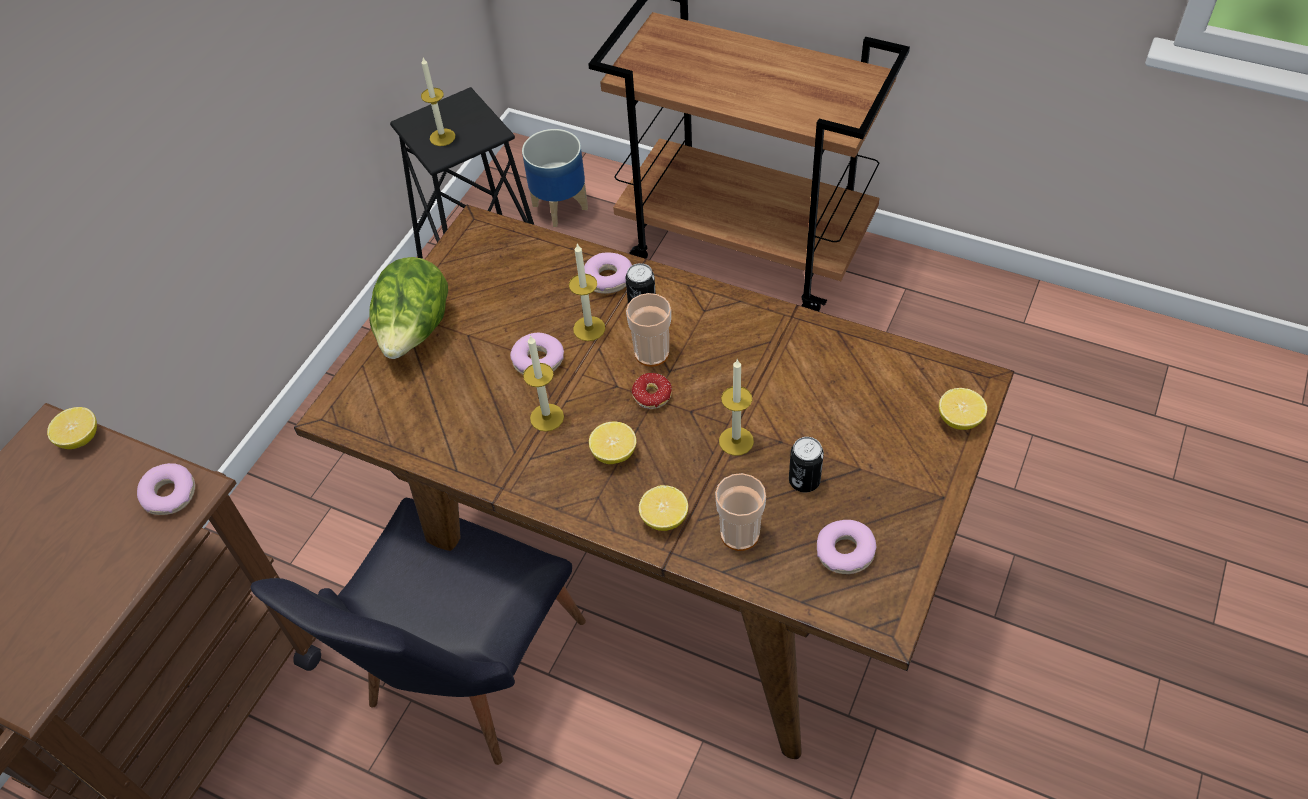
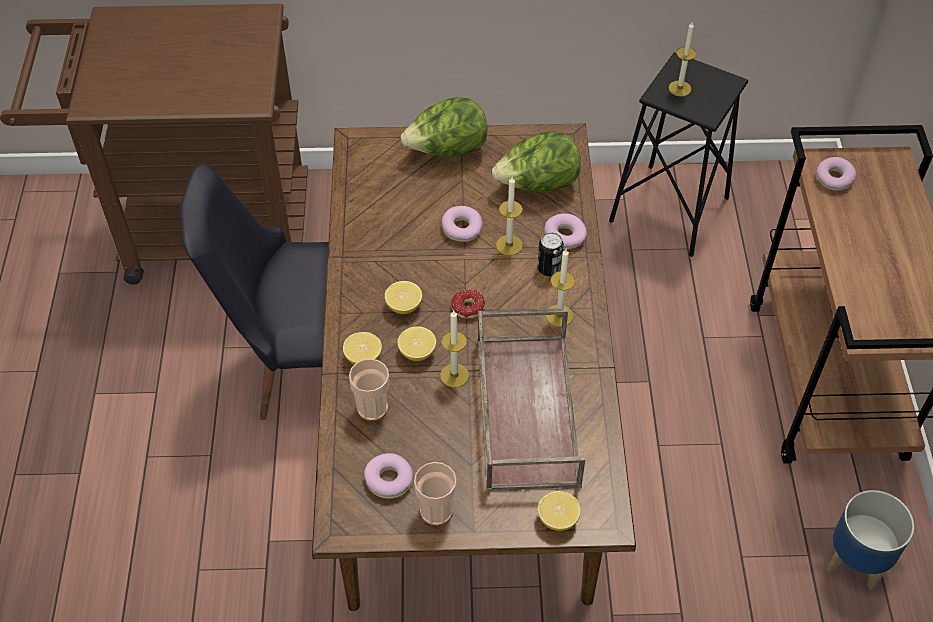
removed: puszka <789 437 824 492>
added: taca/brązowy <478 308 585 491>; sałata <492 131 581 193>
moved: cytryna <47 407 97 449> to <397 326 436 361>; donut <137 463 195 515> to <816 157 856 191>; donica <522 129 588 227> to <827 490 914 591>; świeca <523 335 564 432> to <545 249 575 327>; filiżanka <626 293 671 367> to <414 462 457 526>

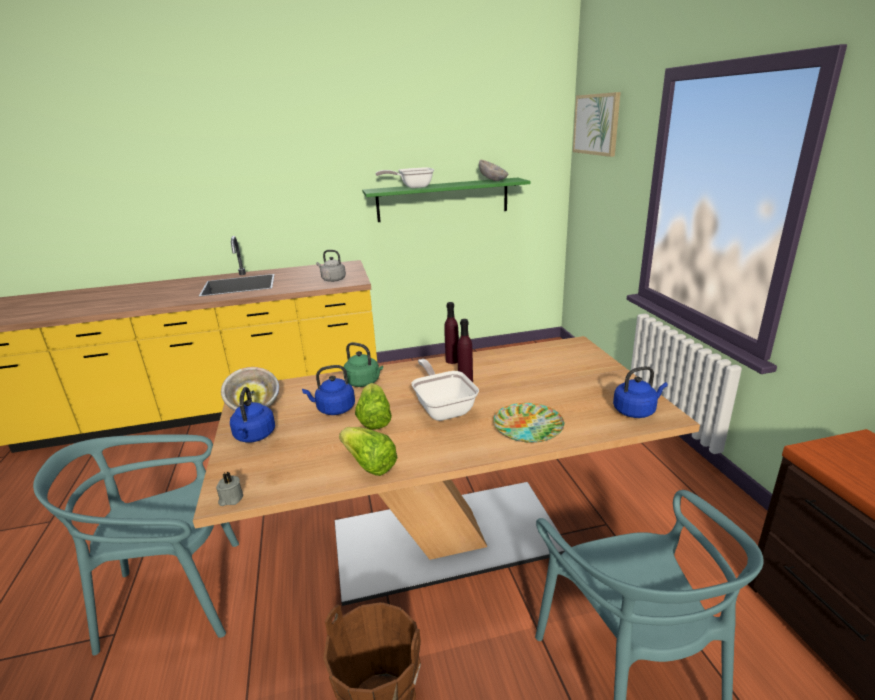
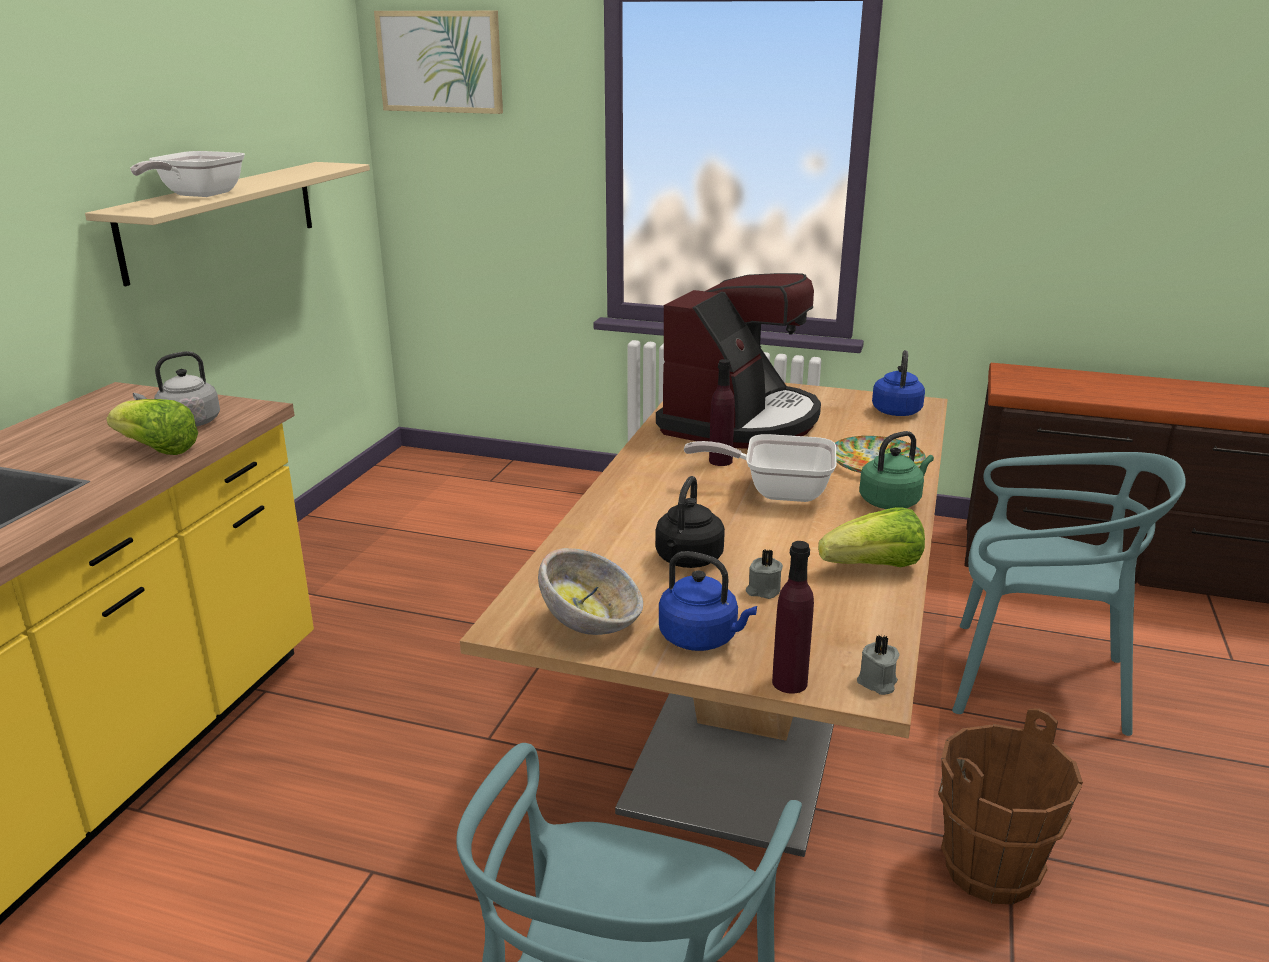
removed: miska <479 160 508 181>
added: ekspres do kawy <656 273 821 449>; świeca/szary <746 549 783 599>
moved: czajnik/zielony <343 342 383 387> to <859 431 934 509>; sałata <355 383 392 430> to <106 399 198 455>; butelka/fioletowy <444 302 459 364> to <772 541 814 694>
recoloured: czajnik/niebieski <302 365 355 415> to czajnik/czarny <655 476 725 568>; półka/zielony <362 178 531 222> to półka/beżowy <85 162 370 286>

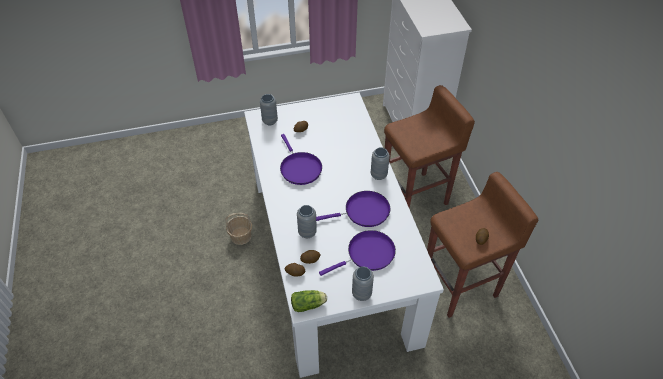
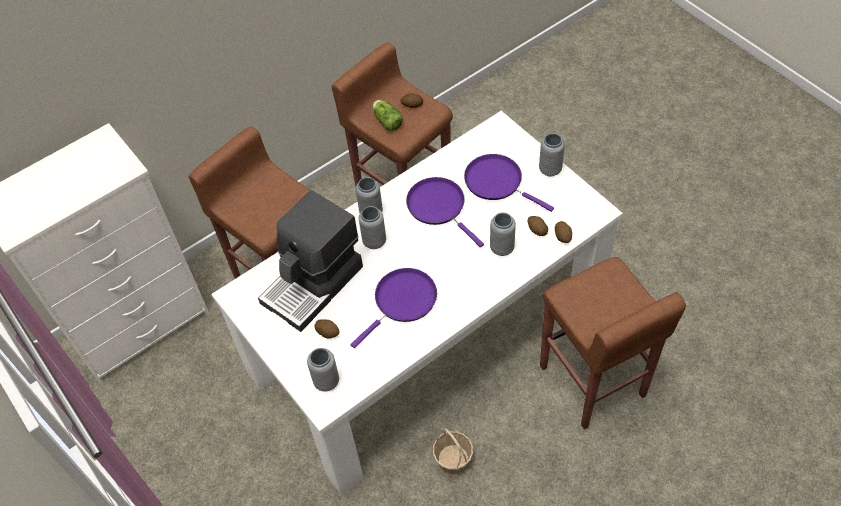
added: ekspres do kawy <258 190 363 332>; wazon/szary <359 206 386 249>; stołek/brązowy <540 257 686 430>
moved: sałata <291 290 327 312> to <373 100 403 131>

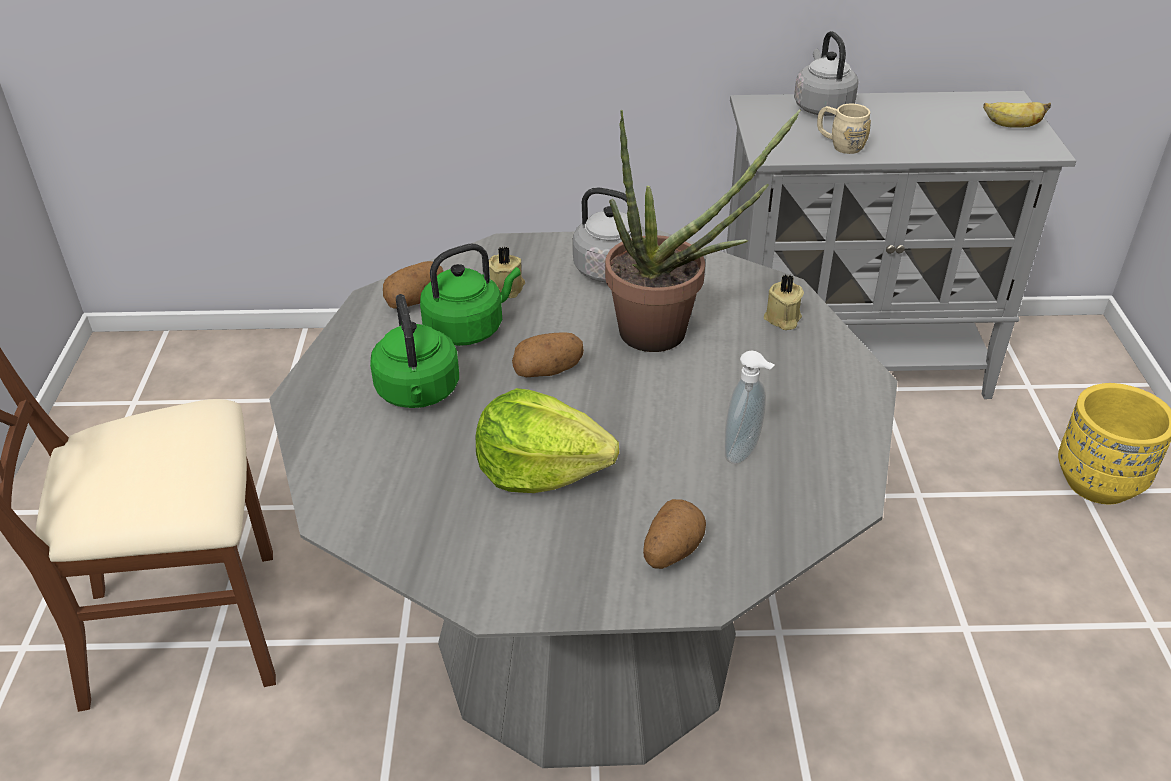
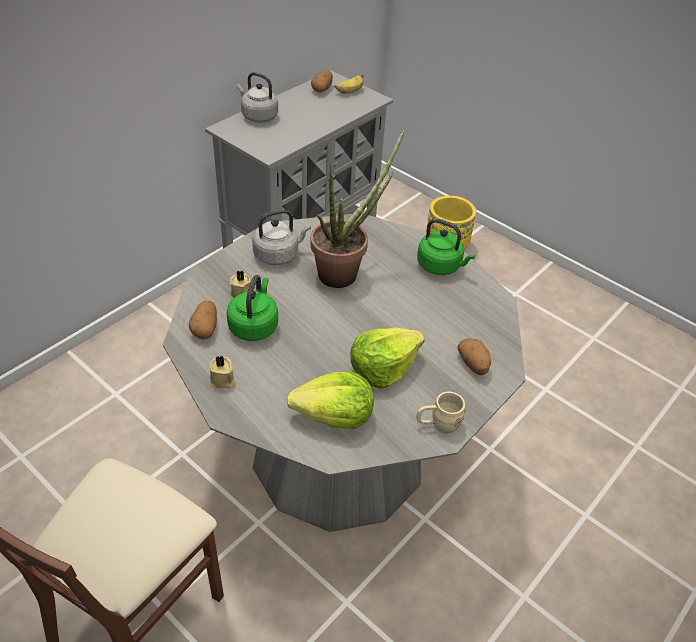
removed: dozownik mydła <725 351 775 464>
added: sałata <287 371 374 429>
moved: czajnik/zielony <370 294 459 408> to <417 218 476 275>; ziemniak <512 332 584 377> to <311 70 333 92>; świeca/beżowy <764 275 804 330> to <209 355 236 389>; kubek/beżowy <817 103 871 154> to <416 391 465 433>

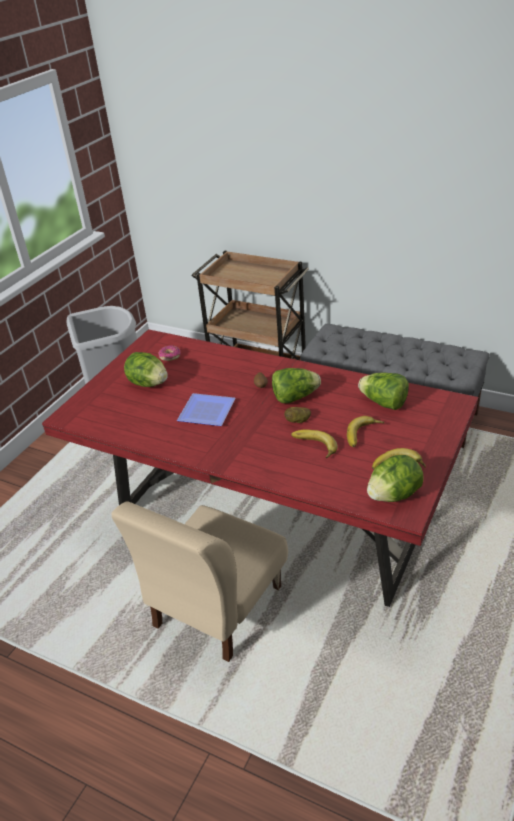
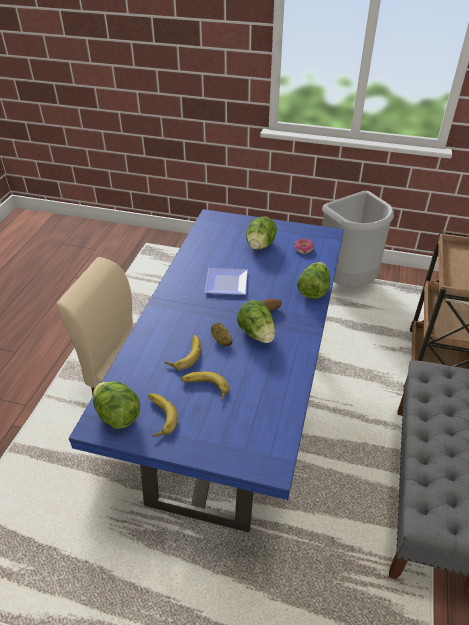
moved: sałata <358 373 409 410> to <297 262 330 299>
recoloured: stół jadalny/czerwony <42 329 478 607> to stół jadalny/niebieski <68 209 344 532>

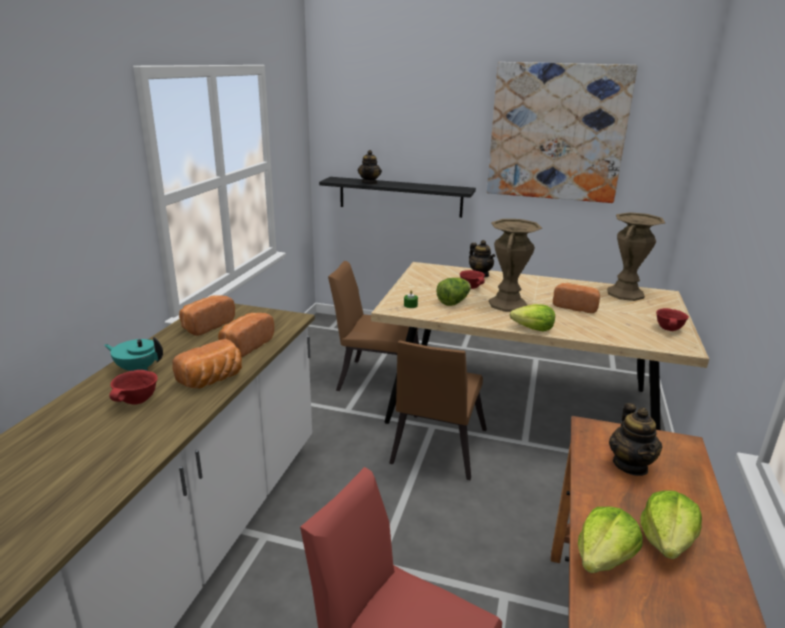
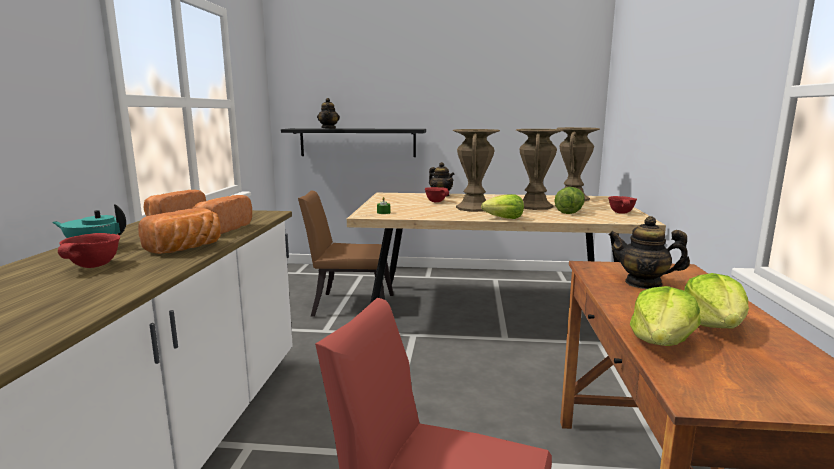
removed: krzesło/brązowy <389 340 487 480>; obraz <487 62 638 203>
moved: sałata <436 278 471 306> to <555 187 585 214>
replaced: chleb <553 283 600 313> to wazon/brązowy <516 129 563 210>
turned: imbryk <609 403 662 476> = <609 216 690 289> 120 degrees clockwise

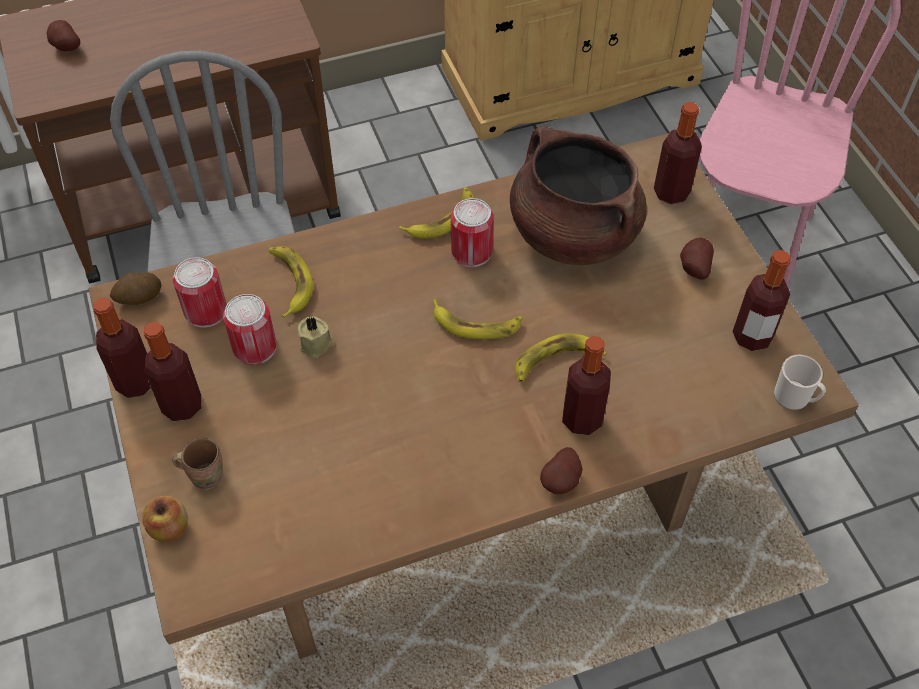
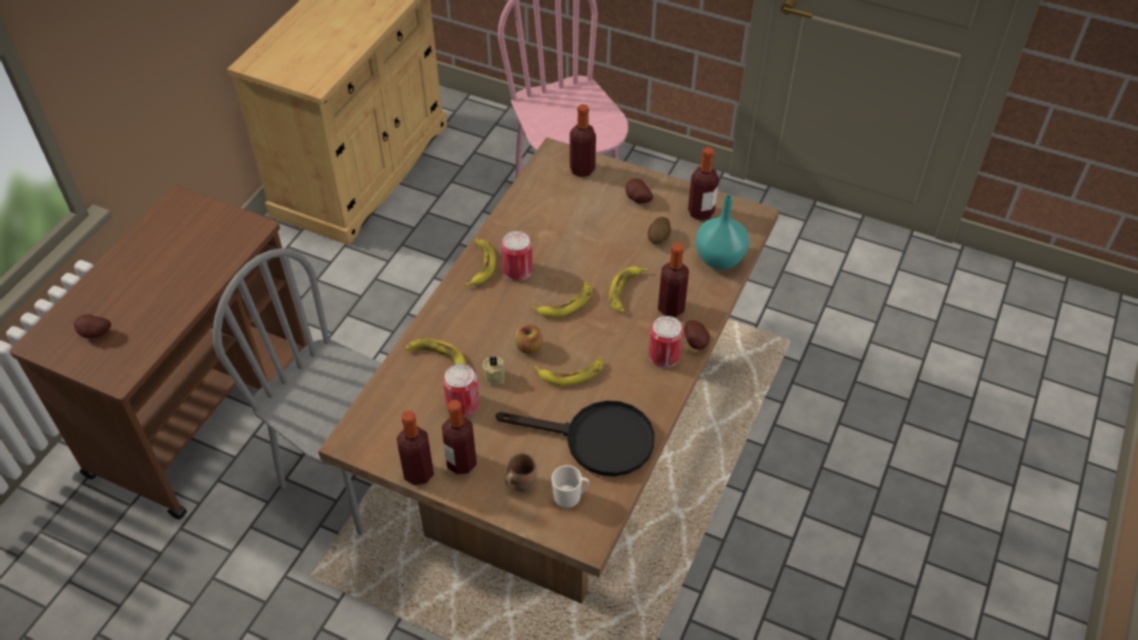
removed: garnek/brązowy <510 126 647 265>
added: patelnia/czarny <495 401 655 476>; banan <534 357 603 386>; wazon/turkusowy <696 195 749 269>
moved: ziemniak <110 272 162 305> to <648 217 671 244>; jabłko <142 496 188 542> to <515 324 543 354>; puszka <173 257 227 328> to <648 316 683 368>; kubek <774 354 826 410> to <551 465 589 508>

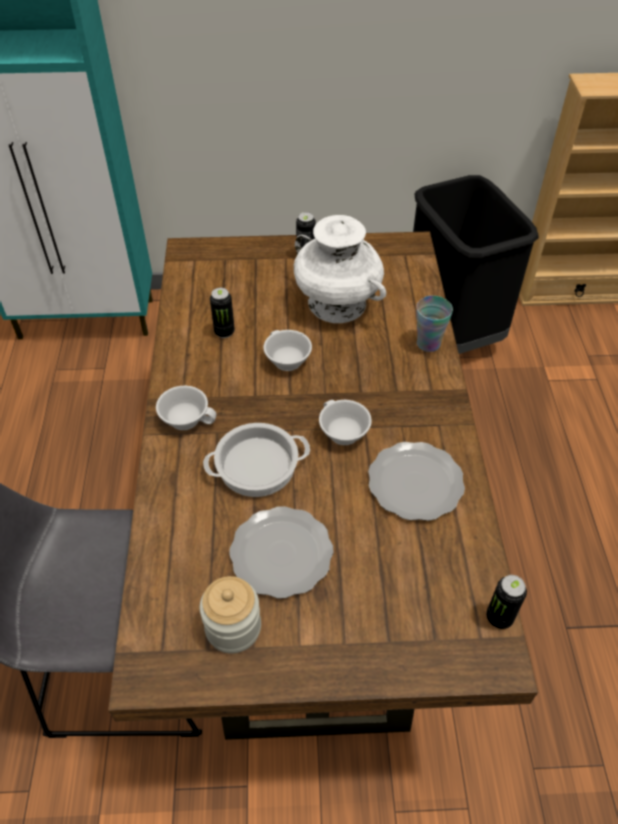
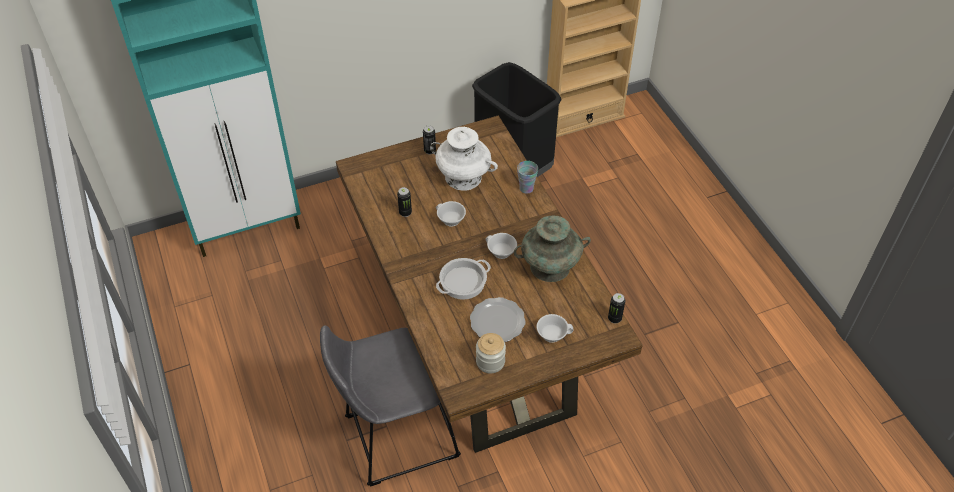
moved: filiżanka/biały <156 386 216 430> to <536 314 574 343>
replaced: talerz <368 442 465 521> to wazon/turkusowy <514 216 591 282>

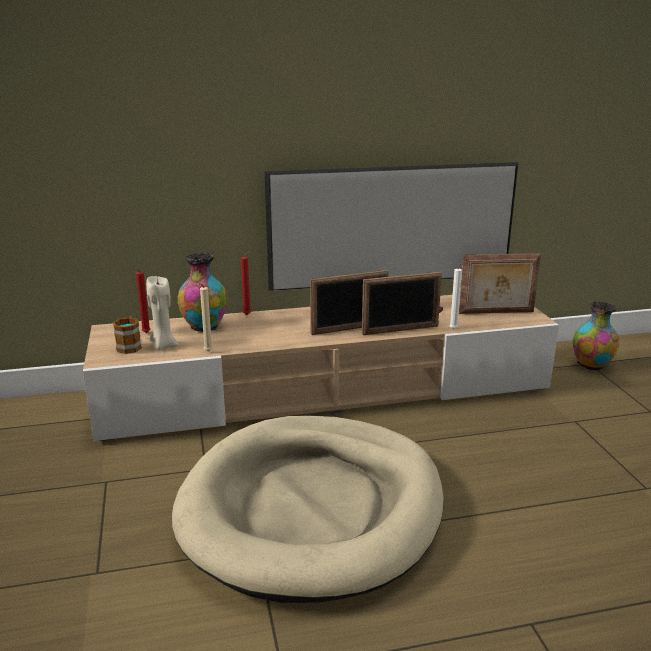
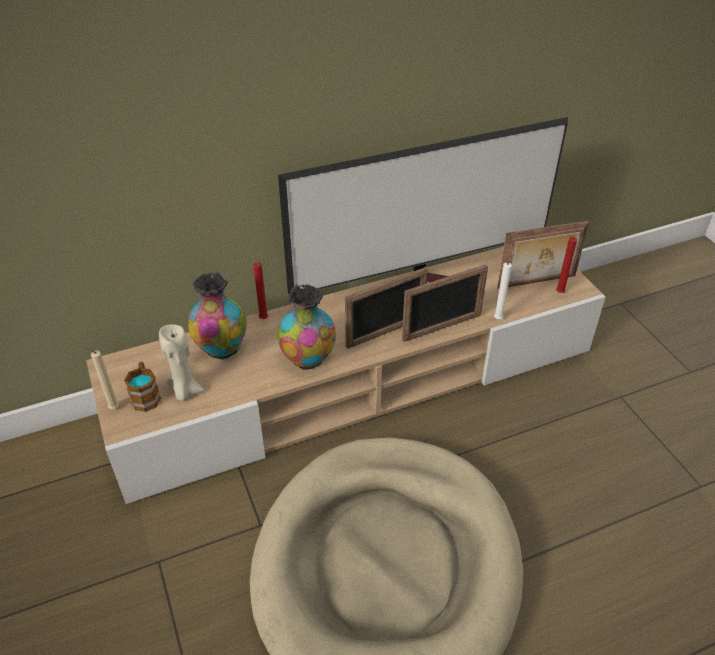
moved: świeca/czerwony <132 267 150 333> to <556 235 577 293>; świeca/beżowy <195 281 213 352> to <83 348 119 409>; wazon <573 301 619 370> to <277 285 336 370>

